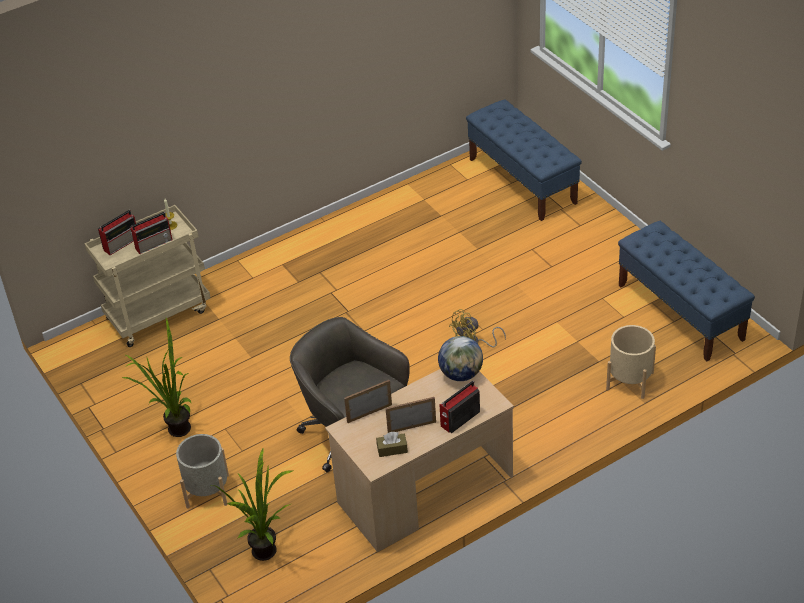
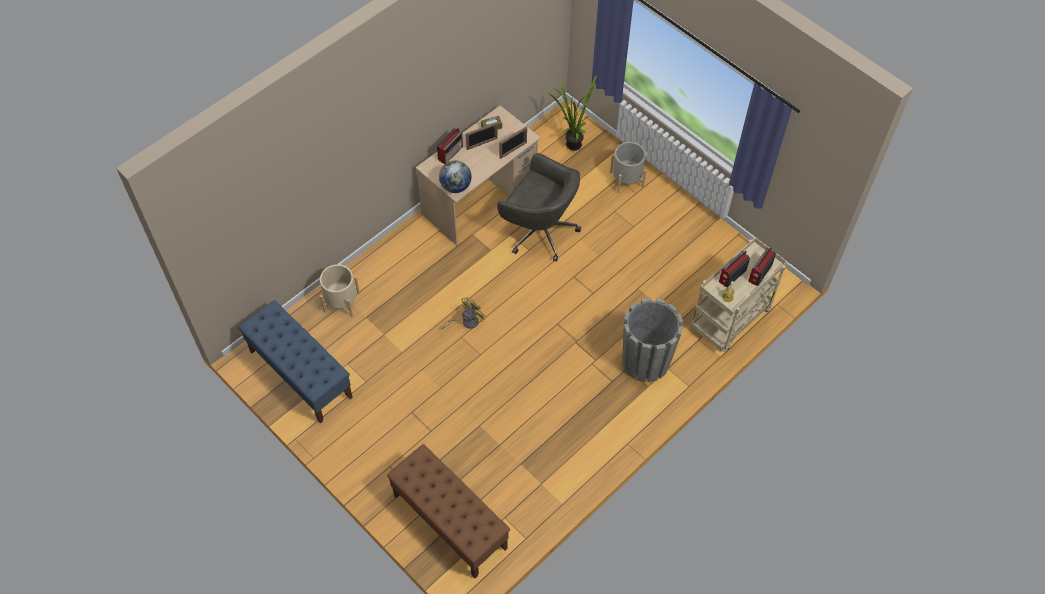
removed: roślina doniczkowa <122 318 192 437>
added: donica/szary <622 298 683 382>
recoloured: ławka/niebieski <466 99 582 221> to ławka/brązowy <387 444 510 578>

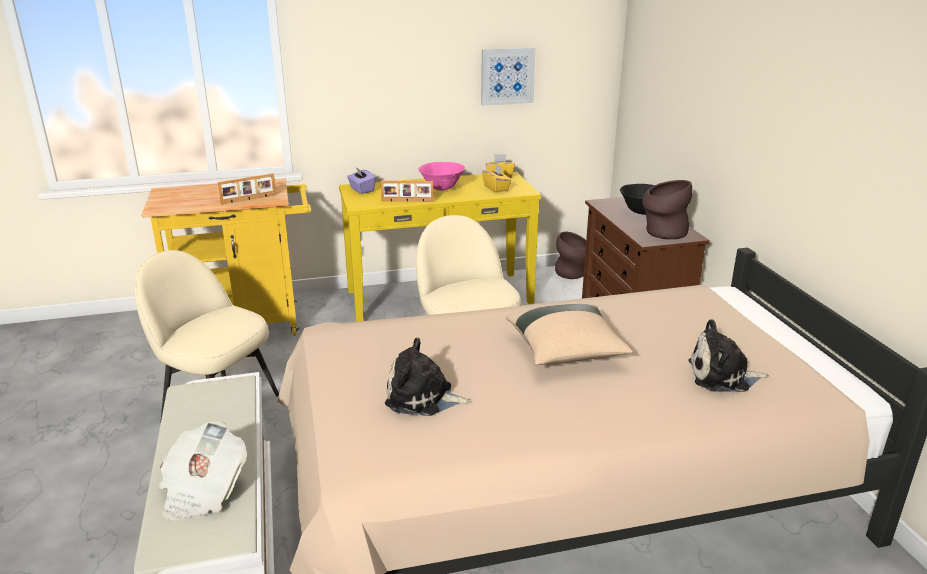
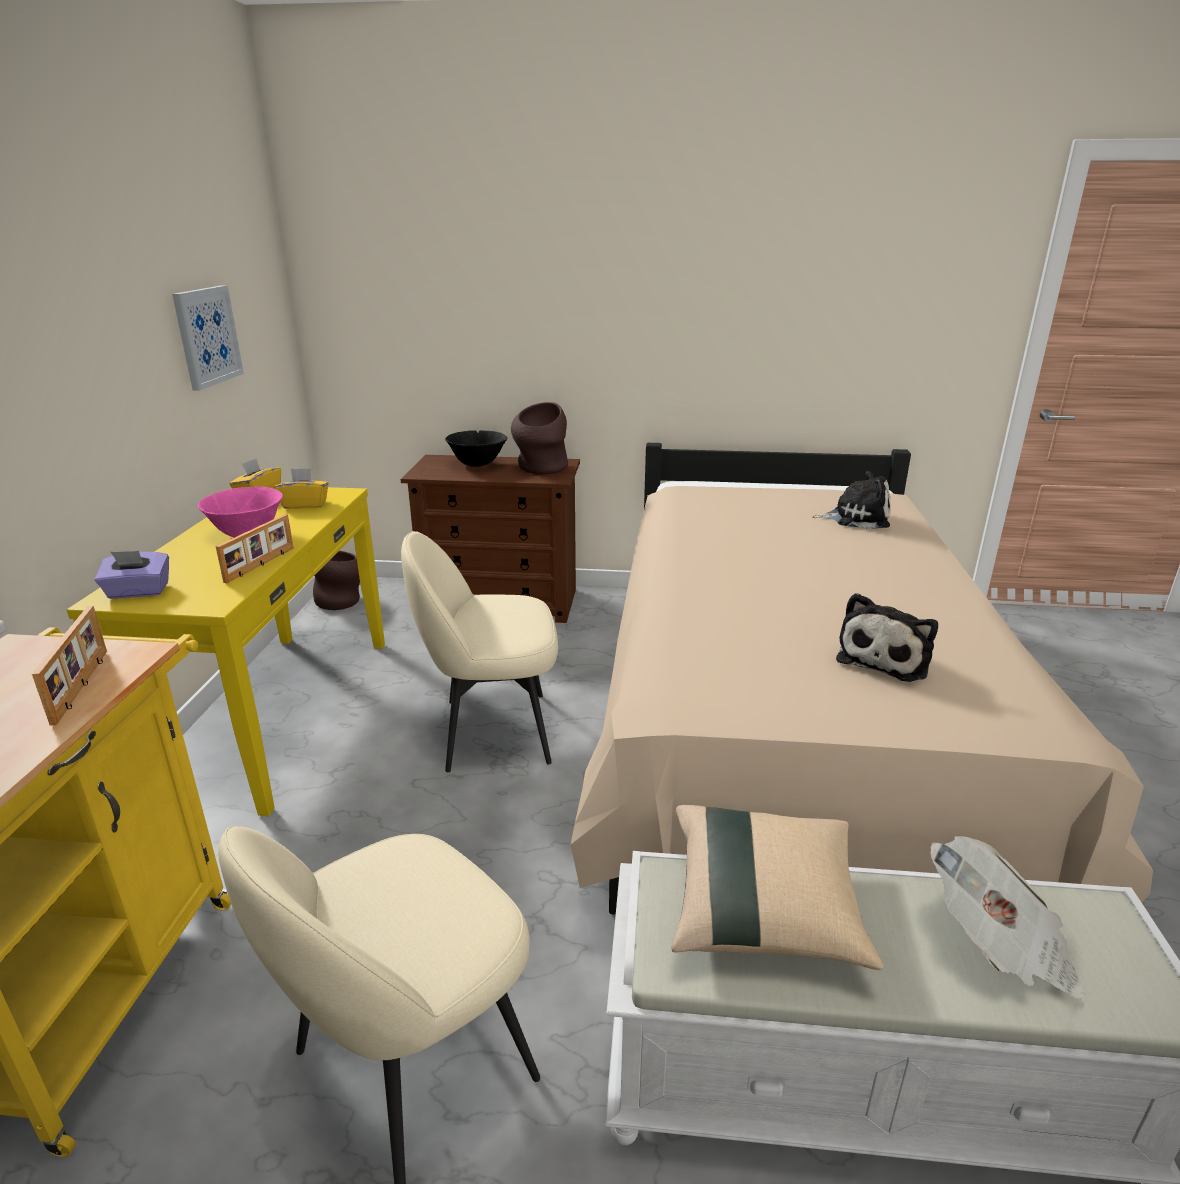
moved: poduszka/beżowy <506 304 633 365> to <671 805 883 970>
turned: pluszak <688 319 769 392> = <813 471 891 529> 105 degrees counterclockwise

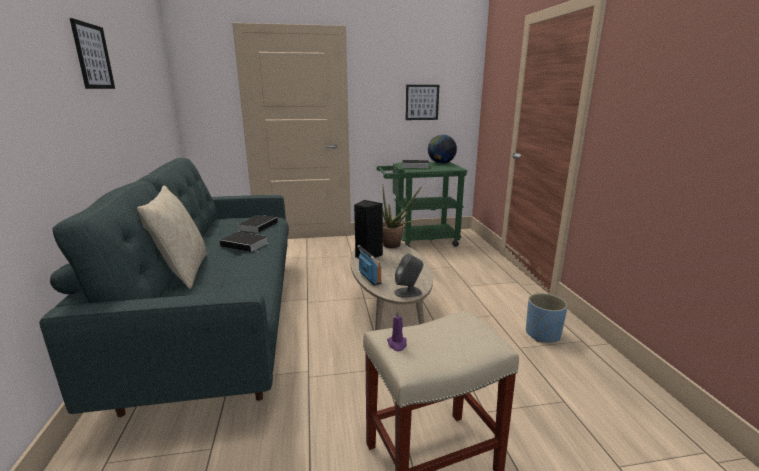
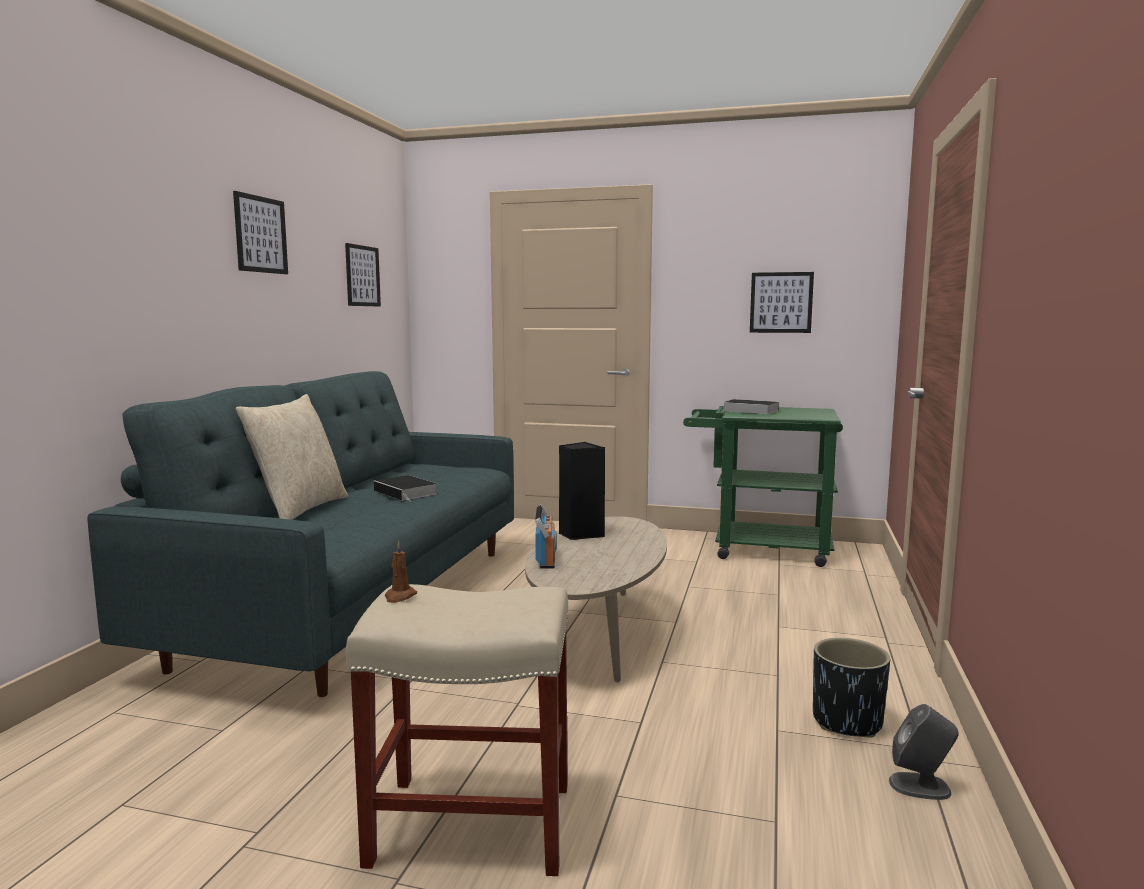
removed: książka <238 215 278 233>; roślina doniczkowa <383 186 422 248>; globus <428 135 457 164>
added: obraz <345 243 381 306>
moved: głośnik/szary <394 254 424 298> to <889 704 959 800>
recoloured: świeca/fioletowy <387 310 407 352> to świeca/brązowy <385 540 417 603>; donica/niebieski <526 293 568 343> to donica/czarny <813 638 890 738>

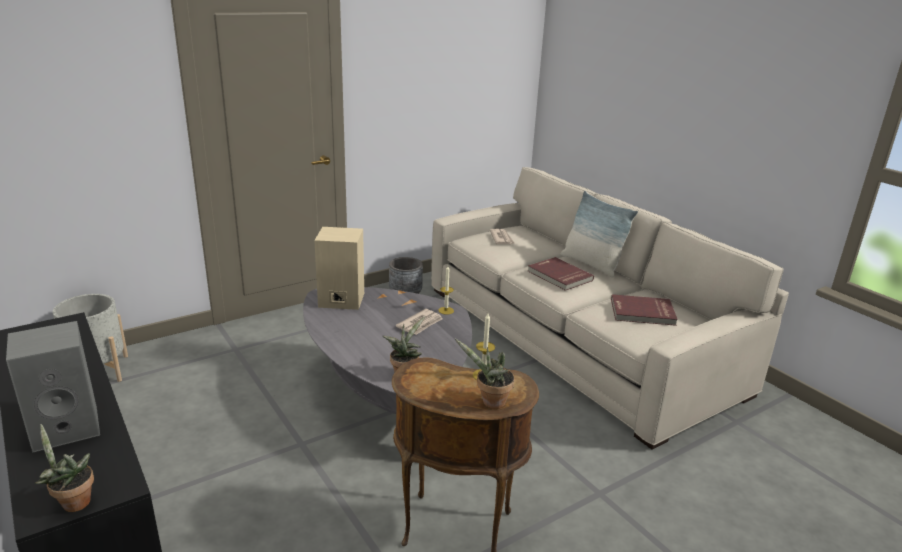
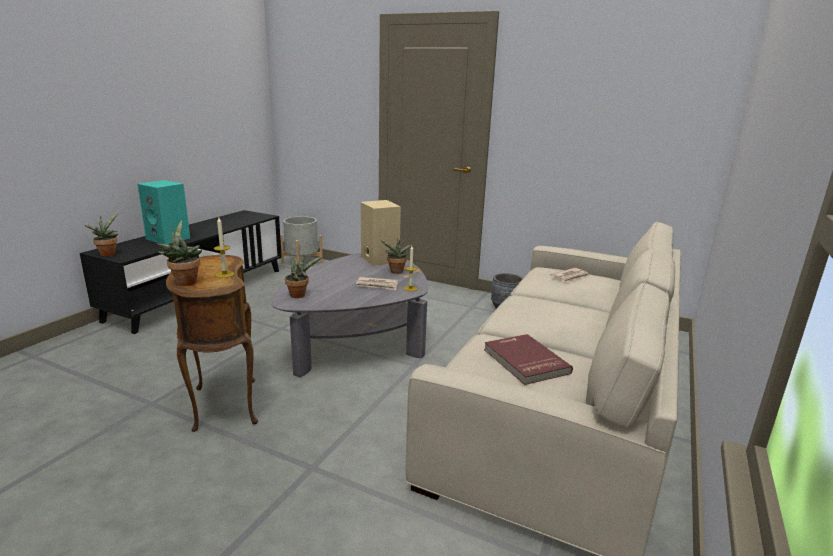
removed: książka/czerwony <528 257 594 291>; poduszka <561 191 638 278>
added: roślina doniczkowa <381 238 413 274>
recoloured: głośnik/szary <6 321 100 453> to głośnik/turkusowy <137 180 190 244>

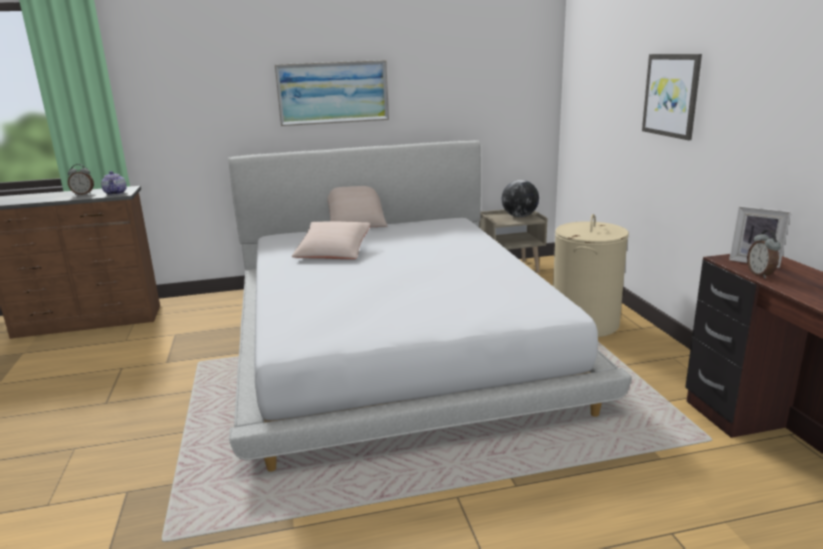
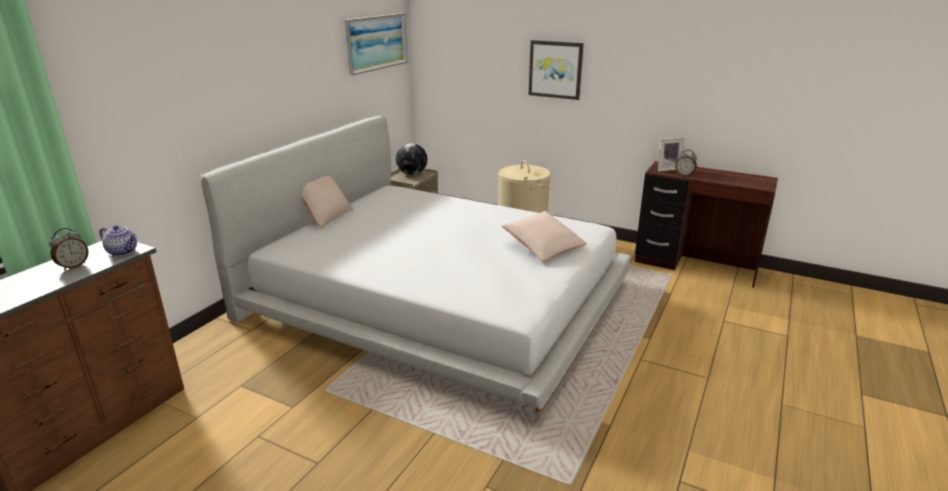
moved: obraz <274 60 389 126> to <345 13 407 75>; poduszka/beżowy <292 221 371 259> to <502 211 587 262>

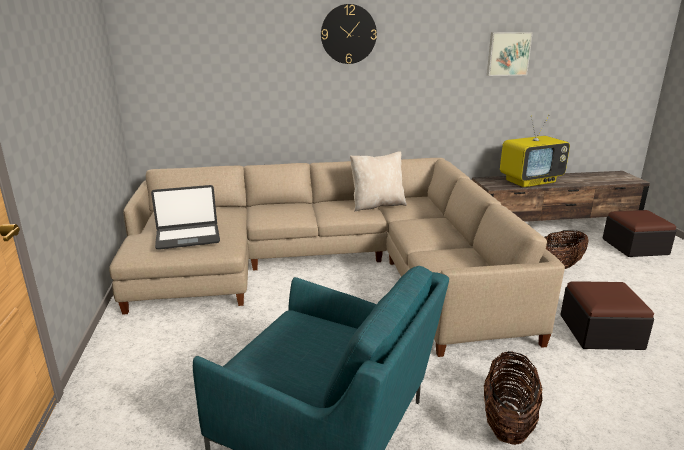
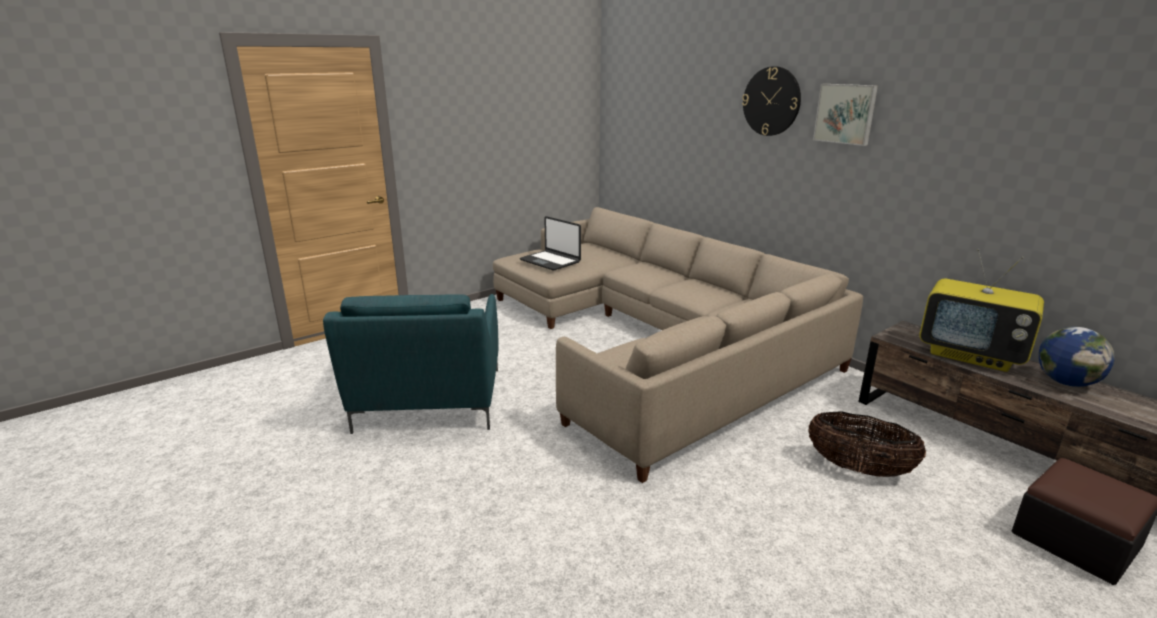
removed: poduszka/beżowy <350 151 407 211>; koszyk <484 351 543 445>; pufa <560 281 654 350>
added: globus <1039 327 1115 387>
moved: obraz <487 32 533 76> to <813 84 878 146>

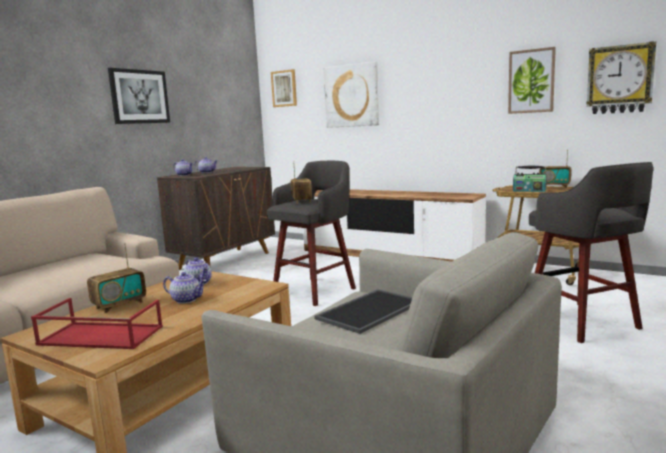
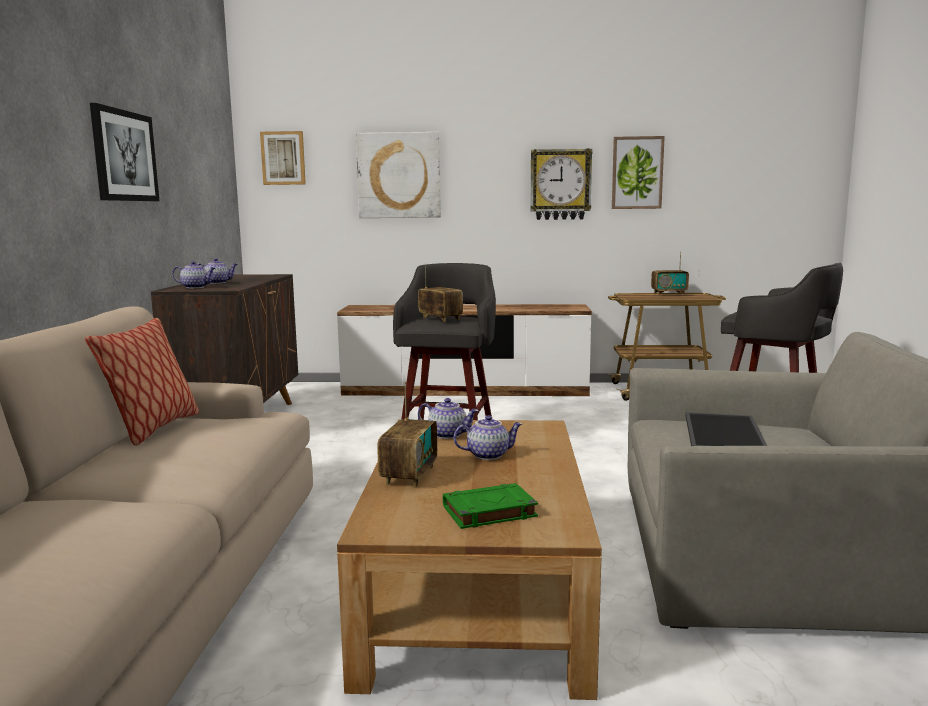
removed: radio <513 165 547 192>
added: poduszka <85 318 199 446>
moved: zegar ścienny <586 41 656 114> to <531 148 593 220>
replaced: taca/czerwony <31 298 163 349> to książka/zielony <443 483 538 529>

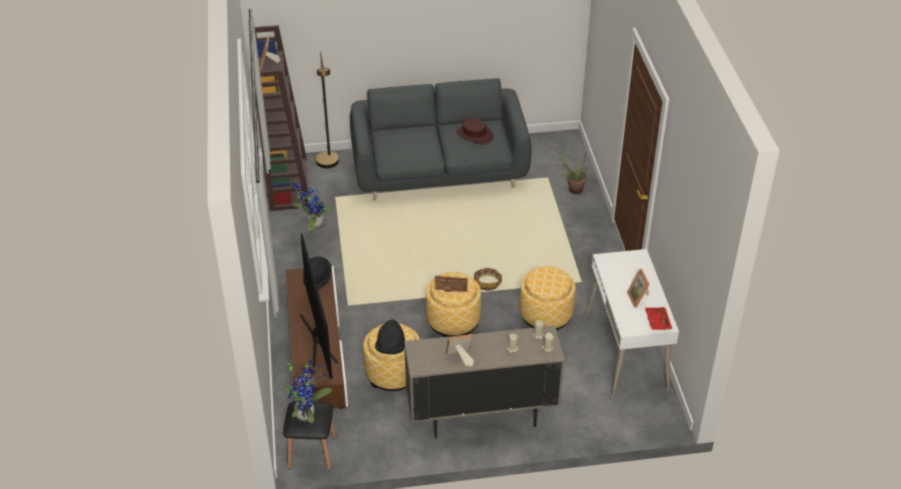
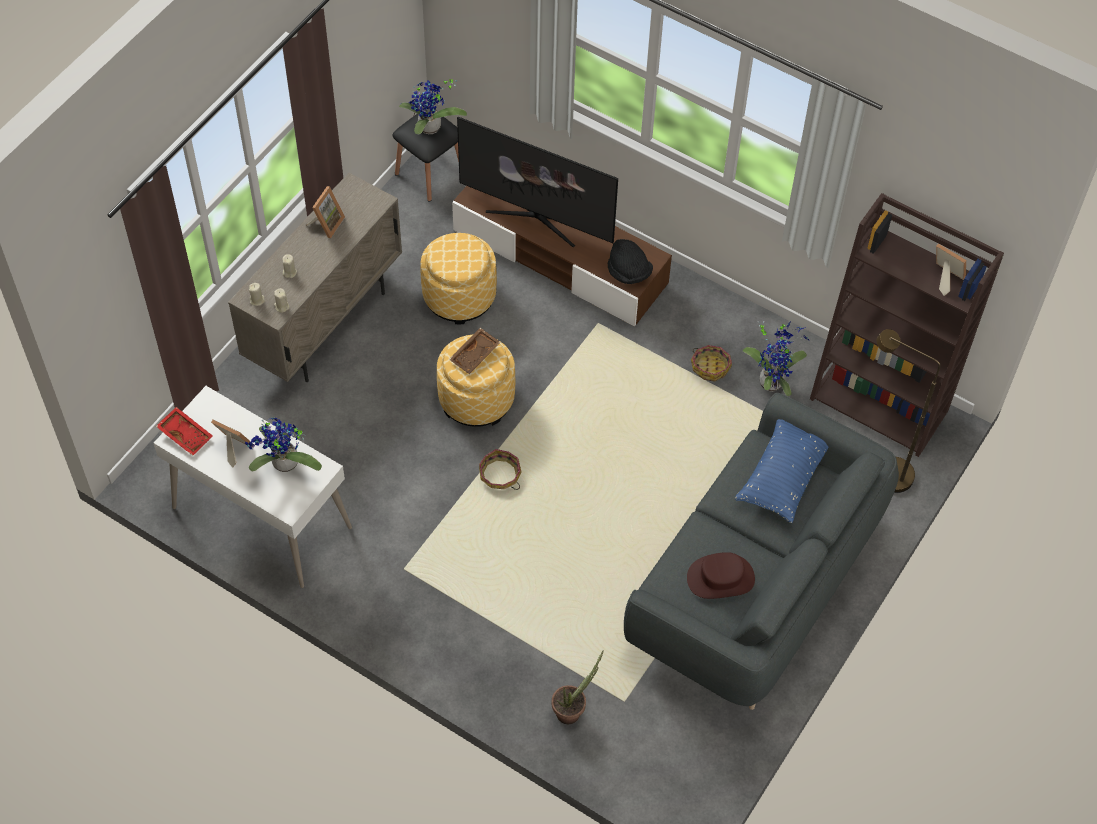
removed: kapelusz/czarny <375 319 405 354>; pufa <520 266 576 330>
added: roślina doniczkowa <245 417 322 472>; koszyk <691 345 732 381>; poduszka/niebieski <735 419 829 523>

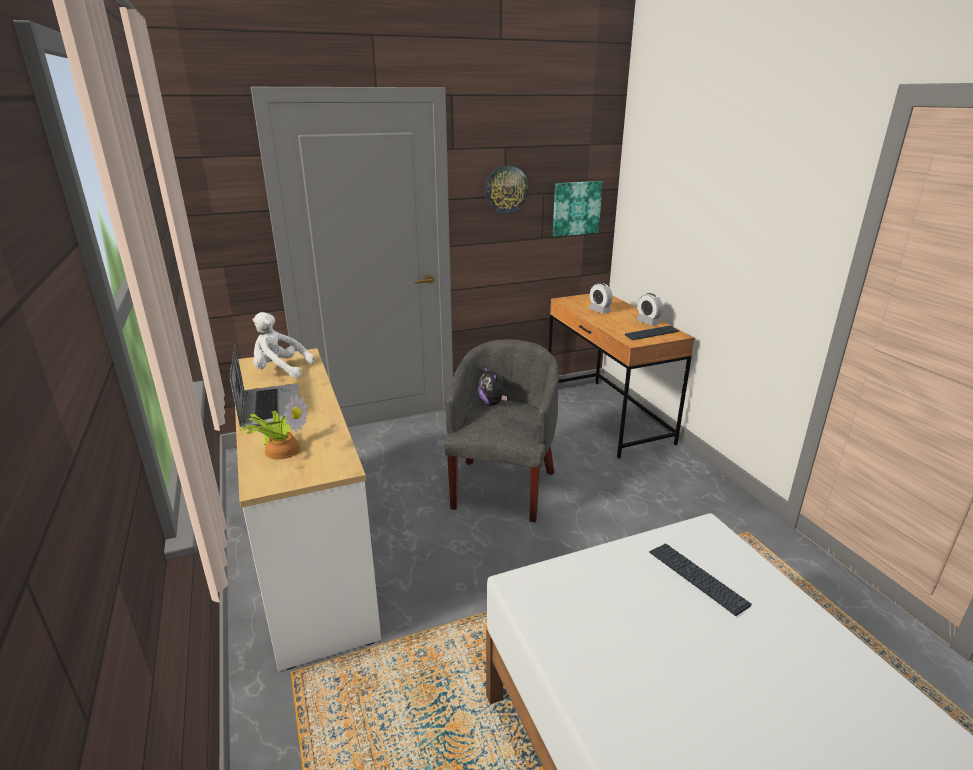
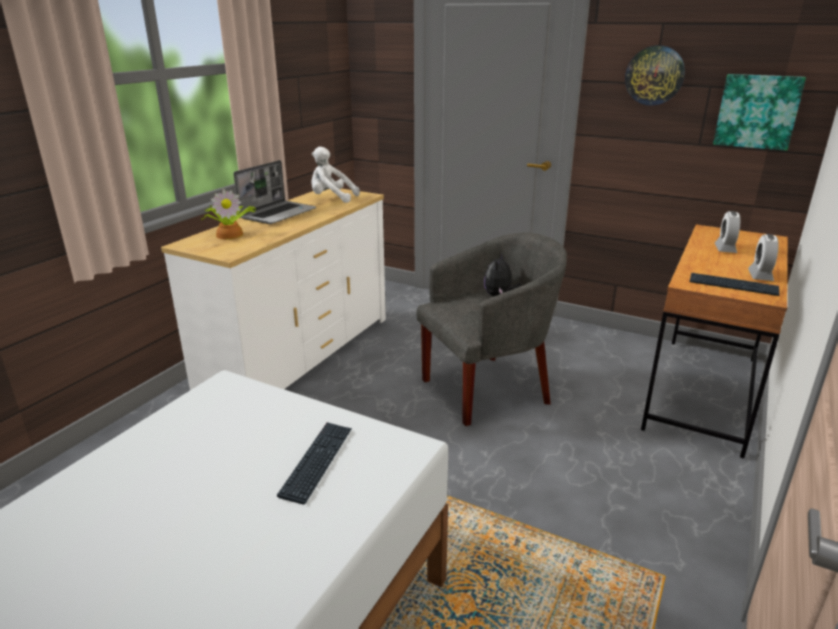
turned: pluszak/biały <252 312 315 378> = <311 147 360 203> 45 degrees counterclockwise

